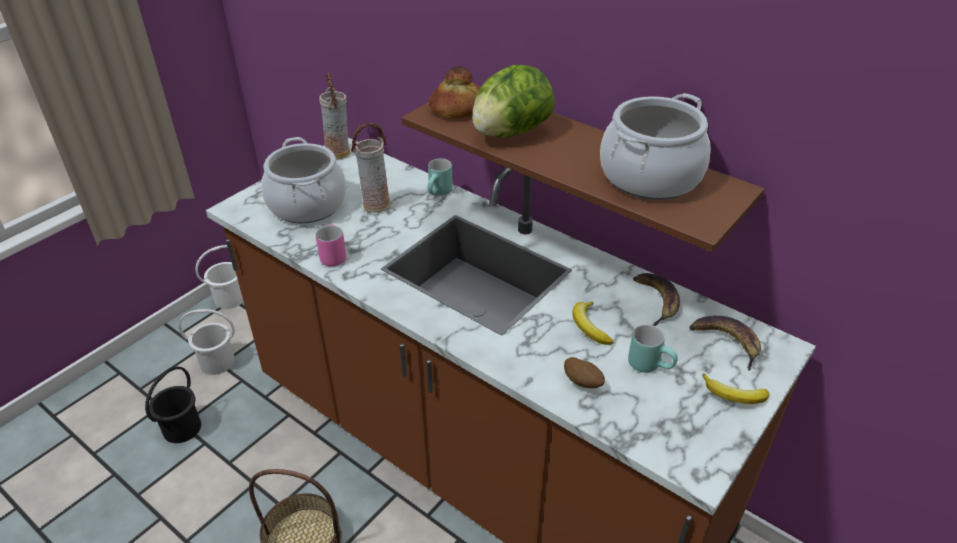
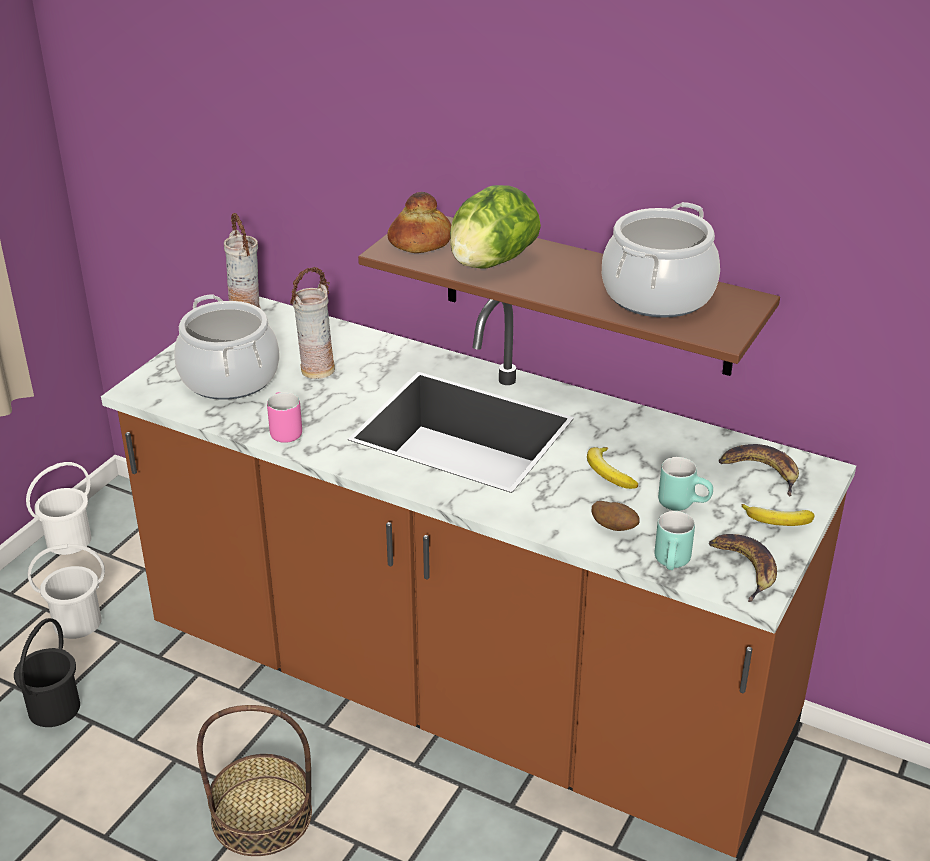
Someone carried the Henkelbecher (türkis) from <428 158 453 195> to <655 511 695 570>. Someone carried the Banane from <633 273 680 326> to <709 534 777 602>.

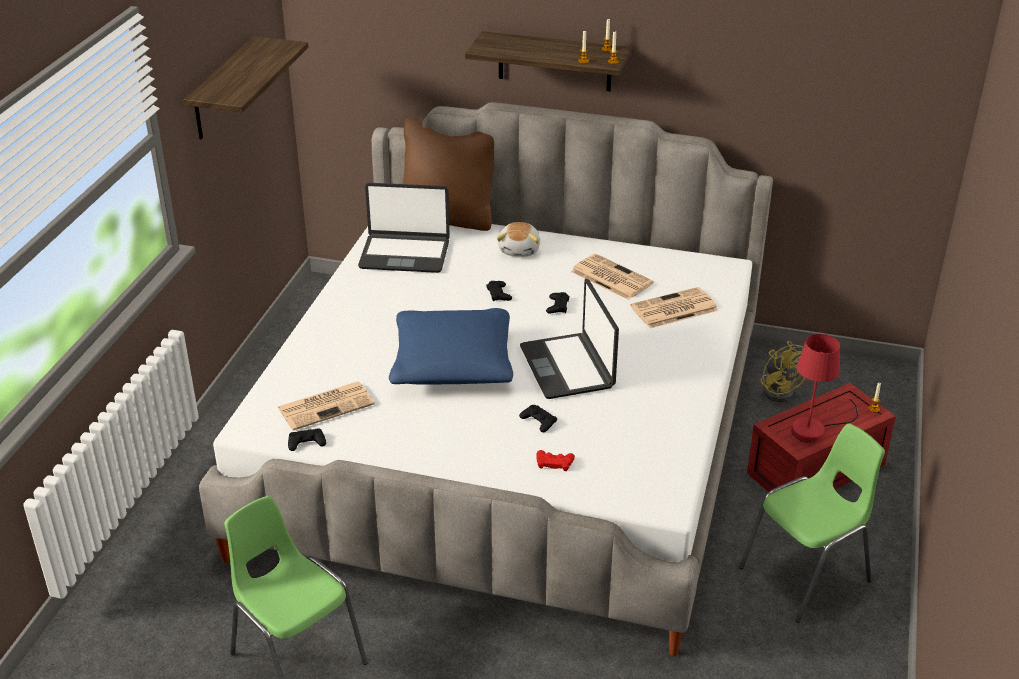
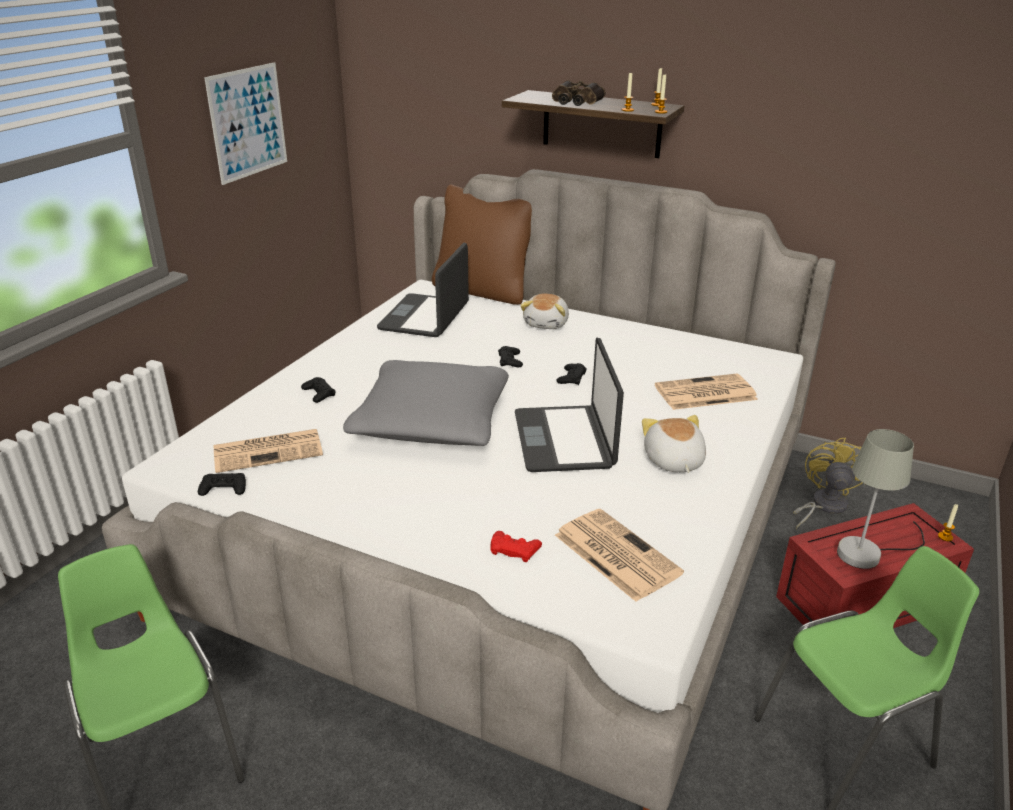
Someone swapped the Wandregal at <183 36 309 139> for the Bild at <204 62 287 185>. Someone carried the Gamepad (schwarz) from <519 405 557 432> to <301 377 336 403>. Someone repainted the Kissen (blau) at <389 308 513 385>, which became the Kissen (grau) at <343 360 509 446>. Someone rotated the Laptop at <358 183 450 273> by 90 degrees clockwise. Someone put down the Fernglas at <552 80 606 106>. Someone carried the Zeitung from <571 254 654 300> to <555 509 684 602>. Someone put down the Plüschtier at <642 415 706 473>. Someone rotated the Ventilator (gelb) at <760 341 806 402> by 150 degrees counterclockwise. Someone repainted the Tischlampe (rot) at <791 334 858 443>, which became the Tischlampe (grau) at <837 429 925 569>.

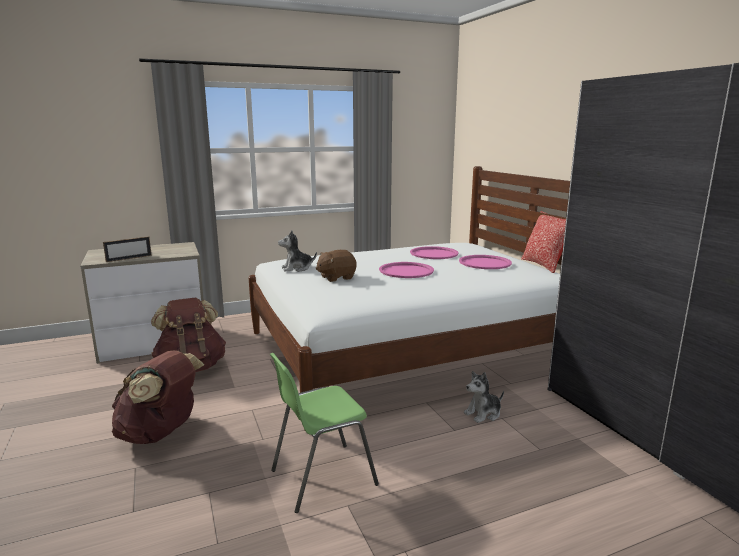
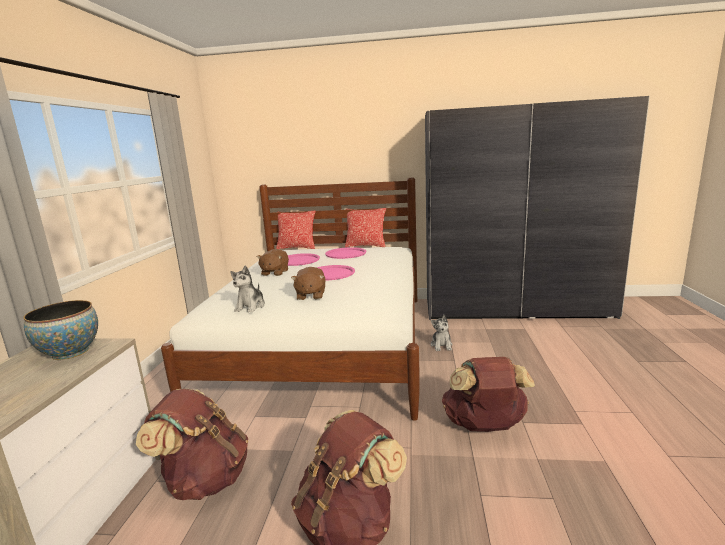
Someone put down the Schüssel at <23 300 98 360>. Someone put down the Plüschtier (braun) at <257 249 289 276>. Someone put down the Kissen at <276 210 316 249>. Someone swapped the Stuhl (grün) at <270 353 379 513> for the Rucksack (braun) at <442 357 535 432>. Someone took away the Bilderrahmen at <103 236 152 262>.

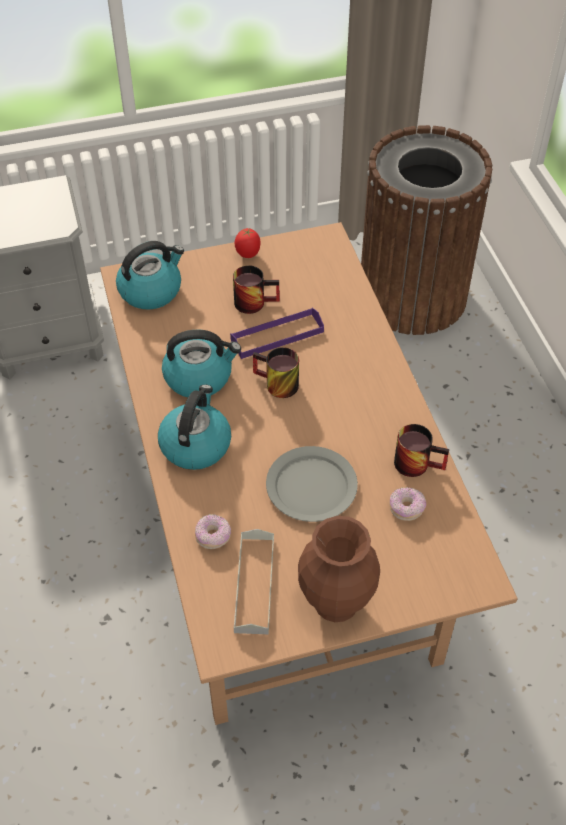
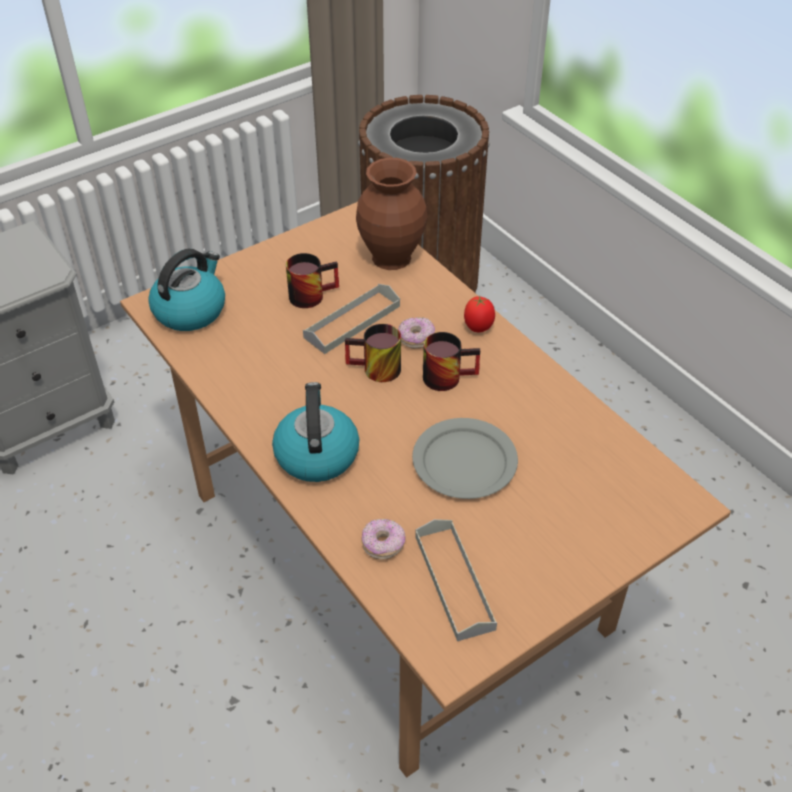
Someone repainted the Tablett (lila) at <230 307 324 359>, which became the Tablett (grau) at <303 284 400 354>. Someone carried the Vase (braun) from <298 516 380 622> to <356 158 427 270>. Someone carried the Donut from <389 487 426 521> to <398 317 435 349>. Someone carried the Henkelbecher from <394 424 449 477> to <423 332 480 391>. Someone carried the Tomate from <235 228 261 258> to <464 296 495 332>. Someone took away the Wasserkessel at <162 330 241 397>.

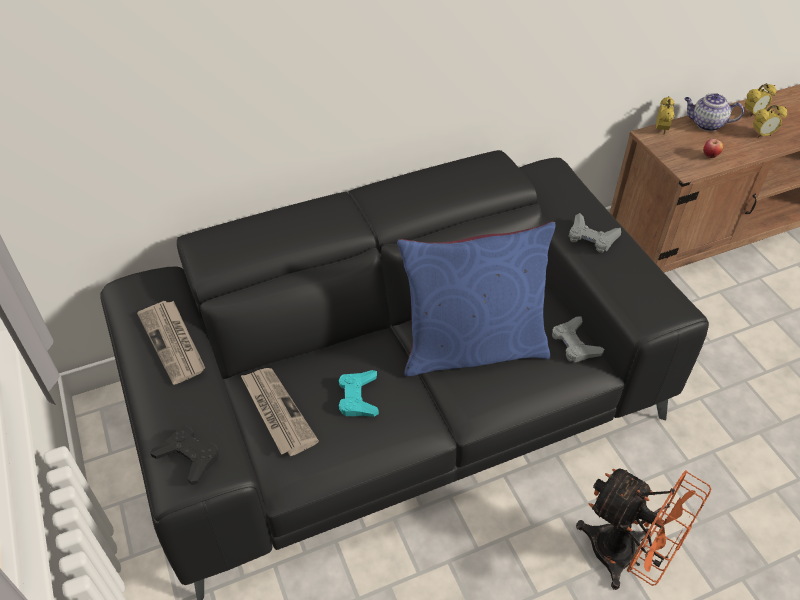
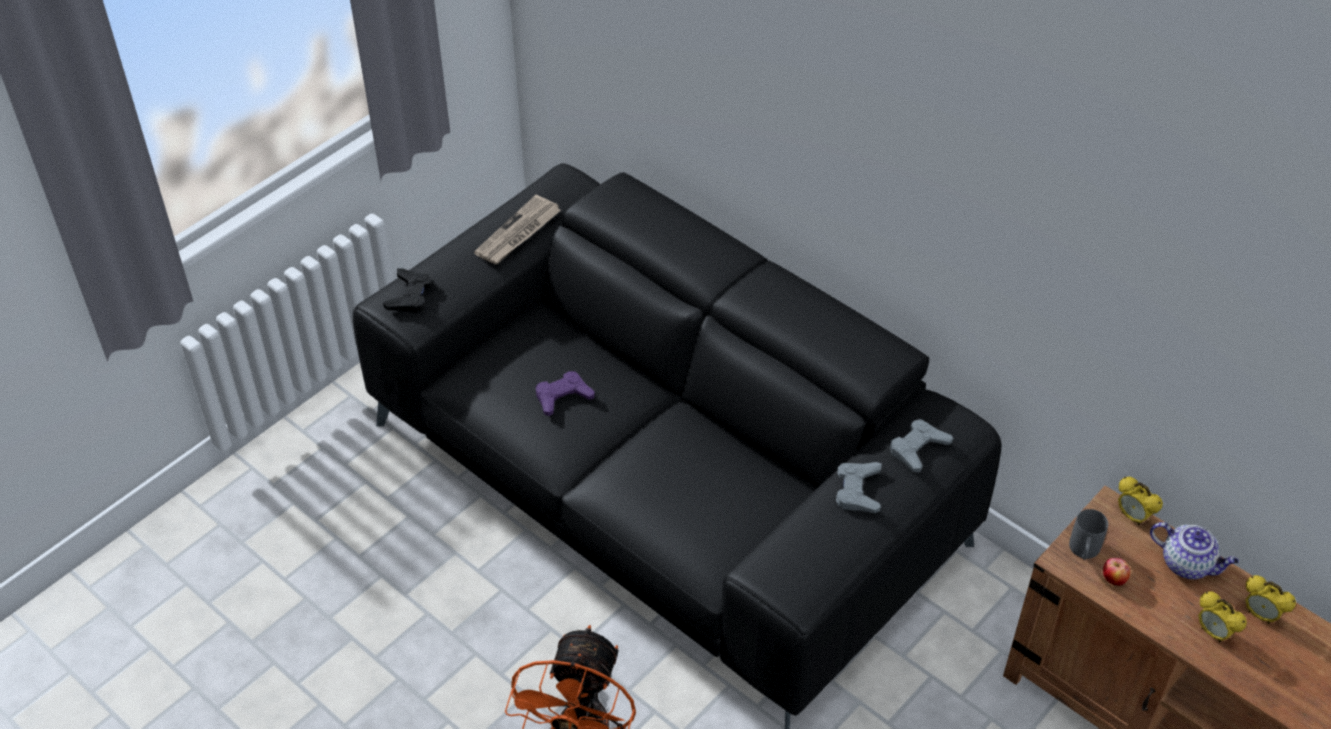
Someone repainted the Gamepad (türkis) at <339 370 379 417>, which became the Gamepad (lila) at <536 371 595 416>. Someone carried the Gamepad (grau) from <552 316 604 362> to <890 419 953 473>. Someone put down the Henkelbecher (grau) at <1069 509 1108 560>. Someone rotated the Wecker at <656 96 675 135> by 60 degrees clockwise. Someone rotated the Teekanne at <684 93 744 131> by 135 degrees clockwise. Someone took away the Zeitung at <240 368 319 456>. Someone took away the Kissen (blau) at <397 221 556 377>.

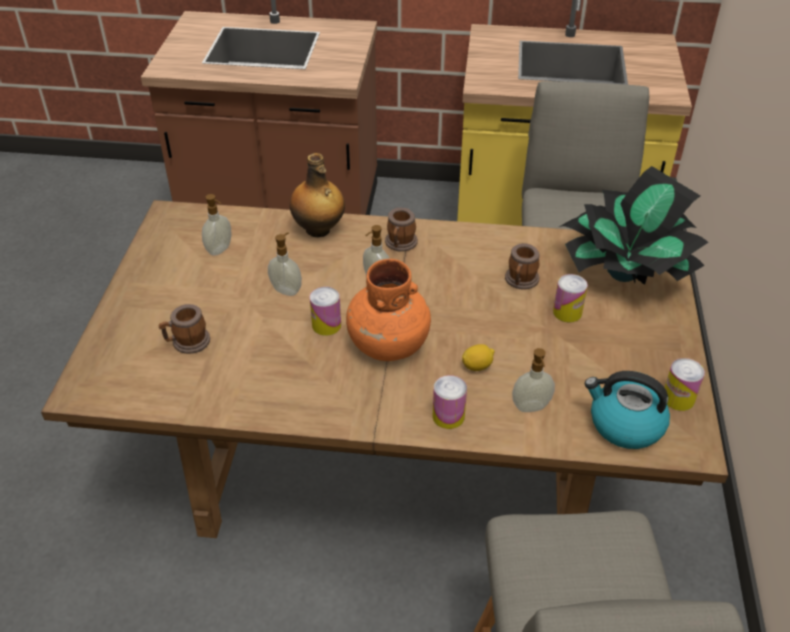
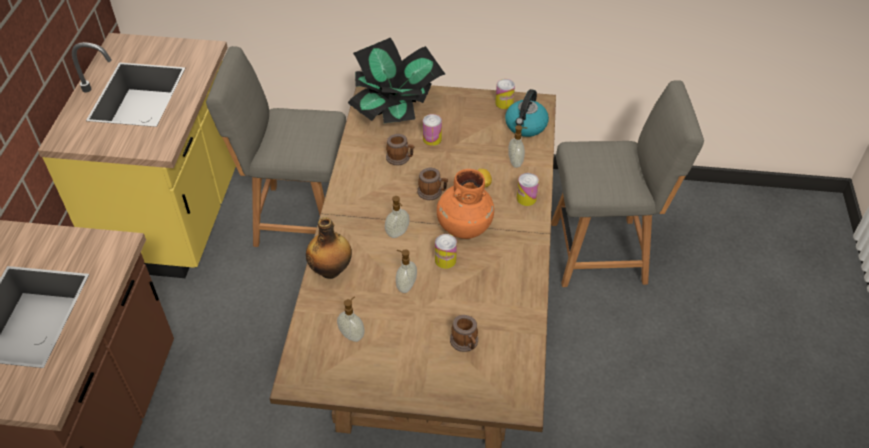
Someone carried the Henkelbecher from <385 208 418 252> to <417 168 448 200>.

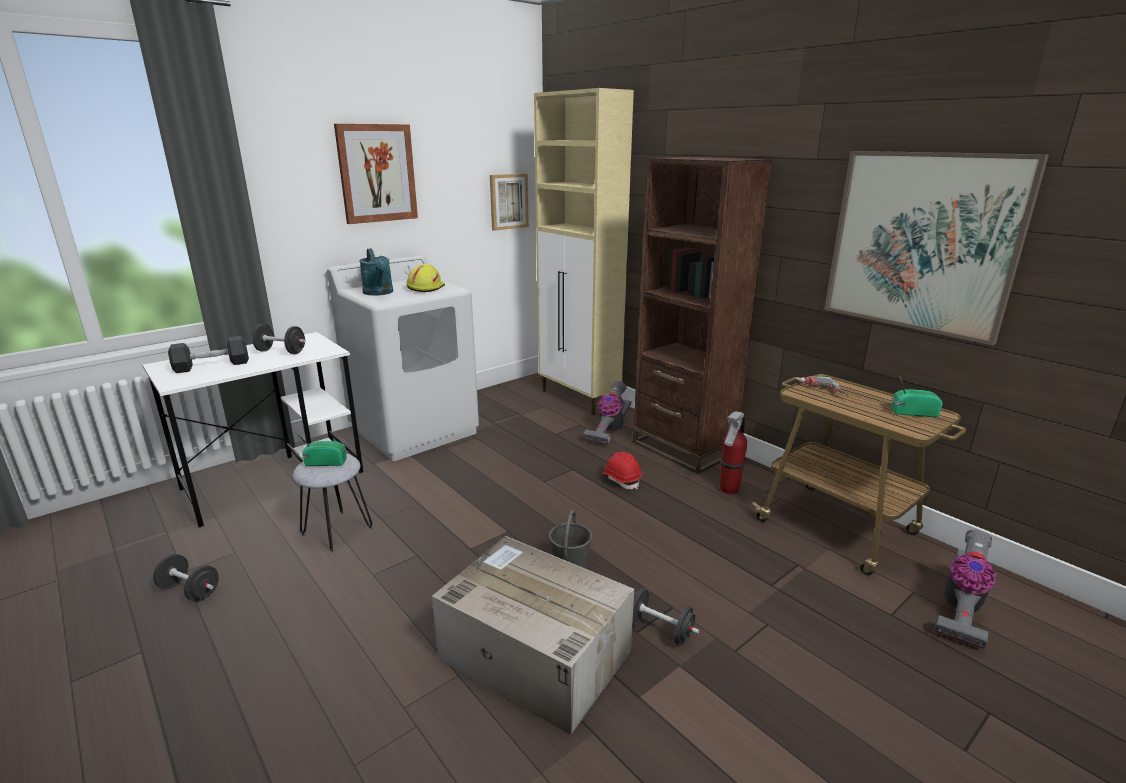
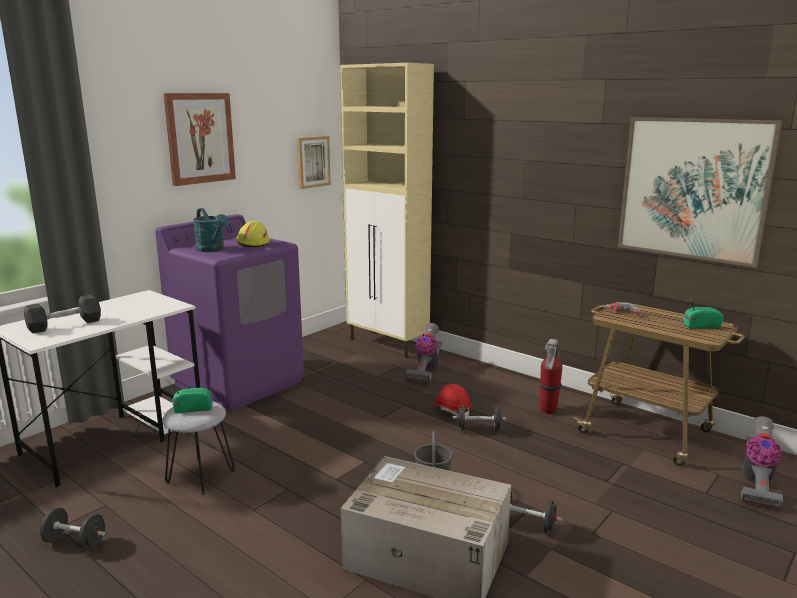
Someone repainted the Waschmaschine (weiß) at <327 256 479 461>, which became the Waschmaschine (lila) at <155 214 304 412>. Someone carried the Hantel (schwarz) from <252 324 306 354> to <452 405 506 431>. Someone took away the Bücherregal (braun) at <633 157 772 474>.

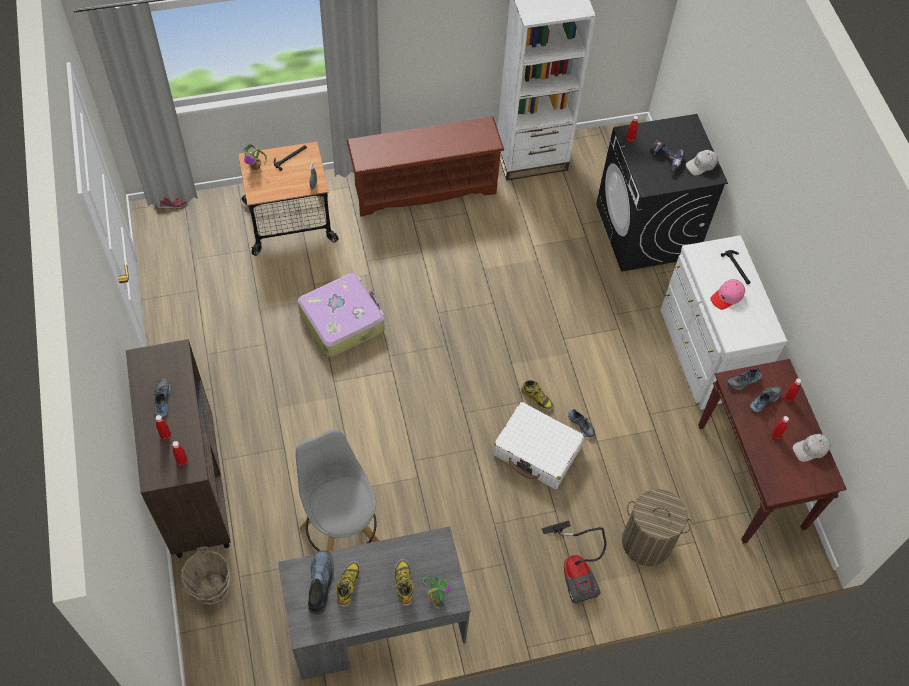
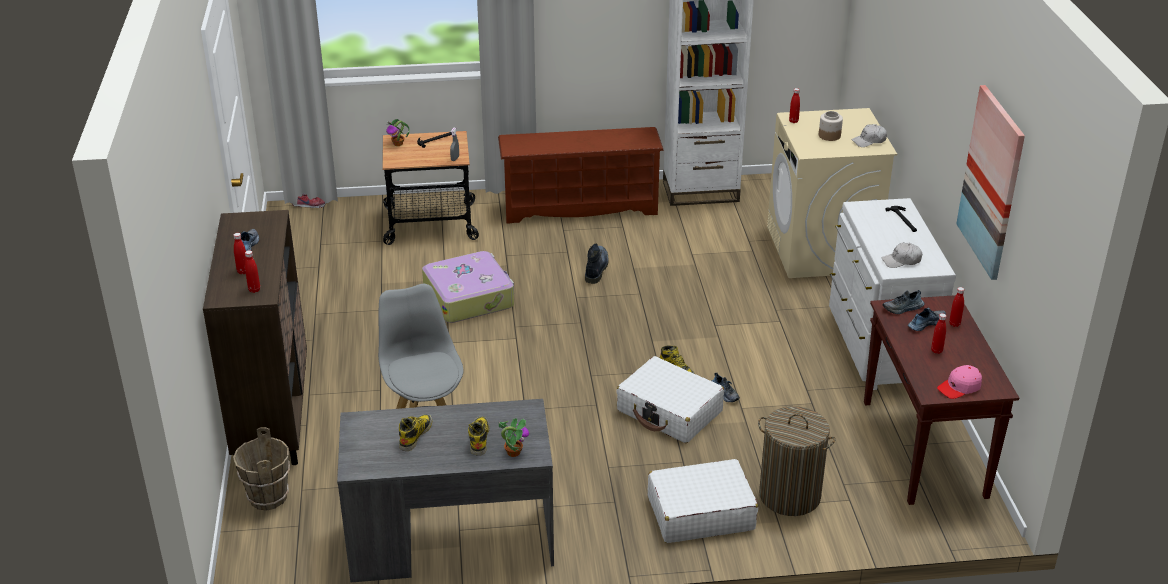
Someone carried the Stiefel from <308 550 334 615> to <585 244 608 284>. Someone swapped the Staubsauger at <542 520 607 604> for the Koffer (weiß) at <648 459 758 543>. Someone repainted the Waschmaschine (schwarz) at <596 114 728 272>, which became the Waschmaschine (beige) at <767 108 897 278>. Someone swapped the Bohrmaschine at <650 140 685 173> for the Vorratsglas at <819 111 843 141>. Someone carried the Kappe (weiß) from <793 434 831 462> to <882 243 922 268>. Someone carried the Kappe (rosa) from <710 279 745 310> to <937 365 982 399>. Someone put up the Bild at <956 85 1025 280>.

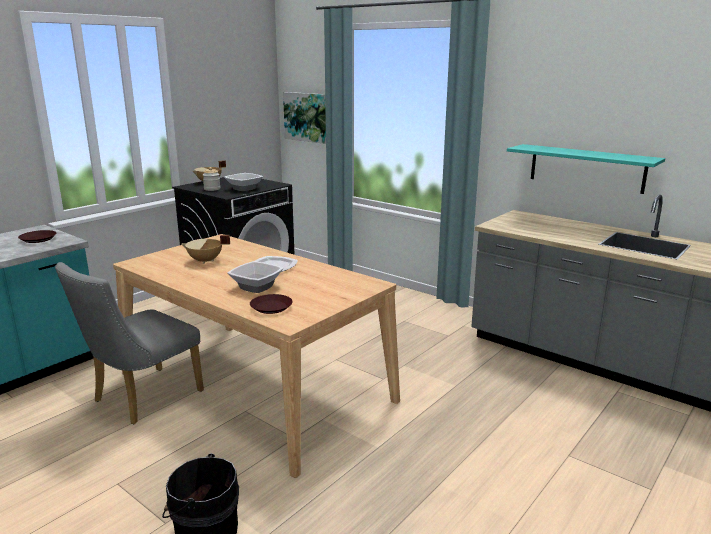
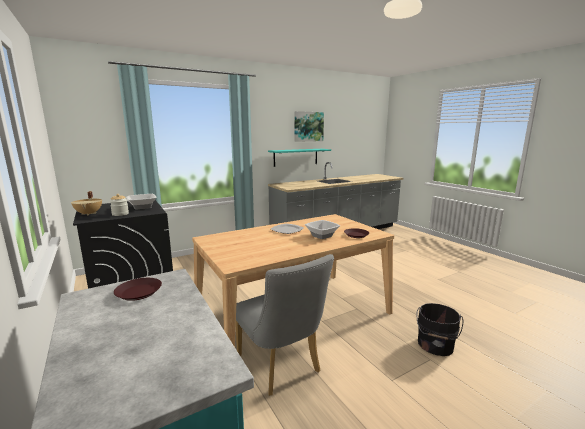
Someone carried the Bild from <283 92 326 144> to <294 111 324 142>. Someone took away the Kochtopf (beige) at <181 235 230 264>.

